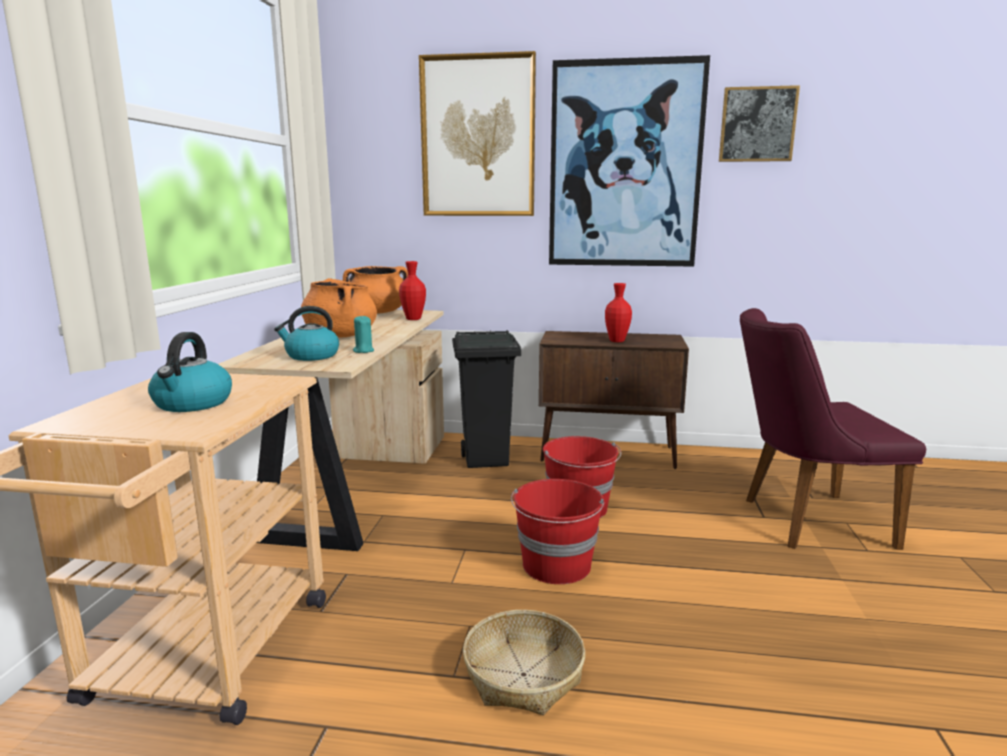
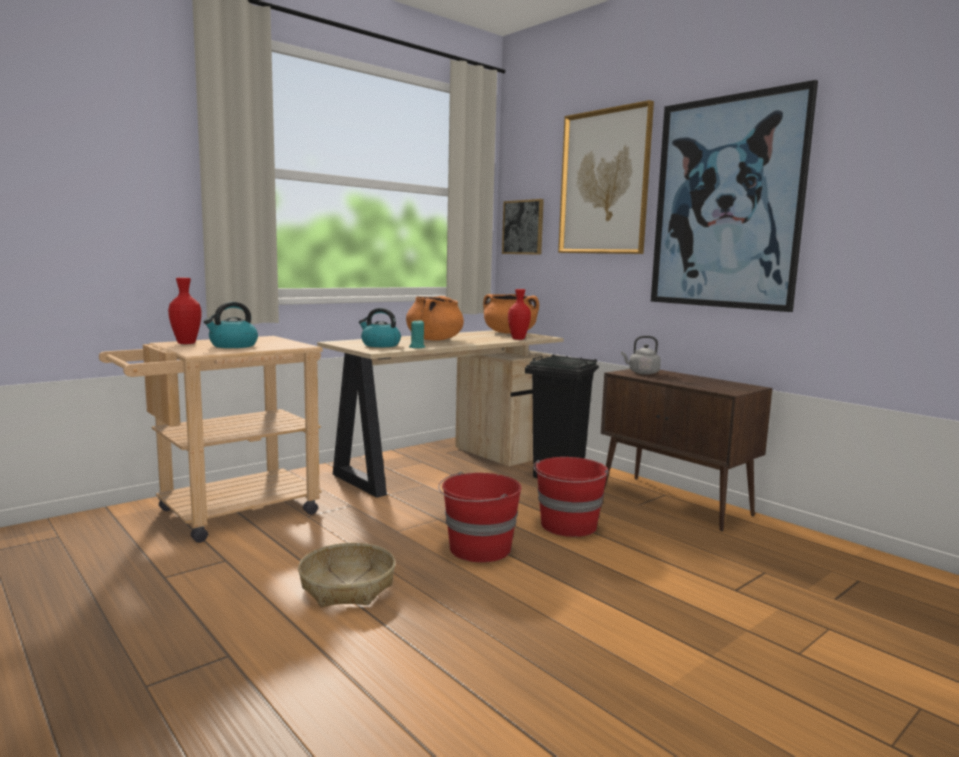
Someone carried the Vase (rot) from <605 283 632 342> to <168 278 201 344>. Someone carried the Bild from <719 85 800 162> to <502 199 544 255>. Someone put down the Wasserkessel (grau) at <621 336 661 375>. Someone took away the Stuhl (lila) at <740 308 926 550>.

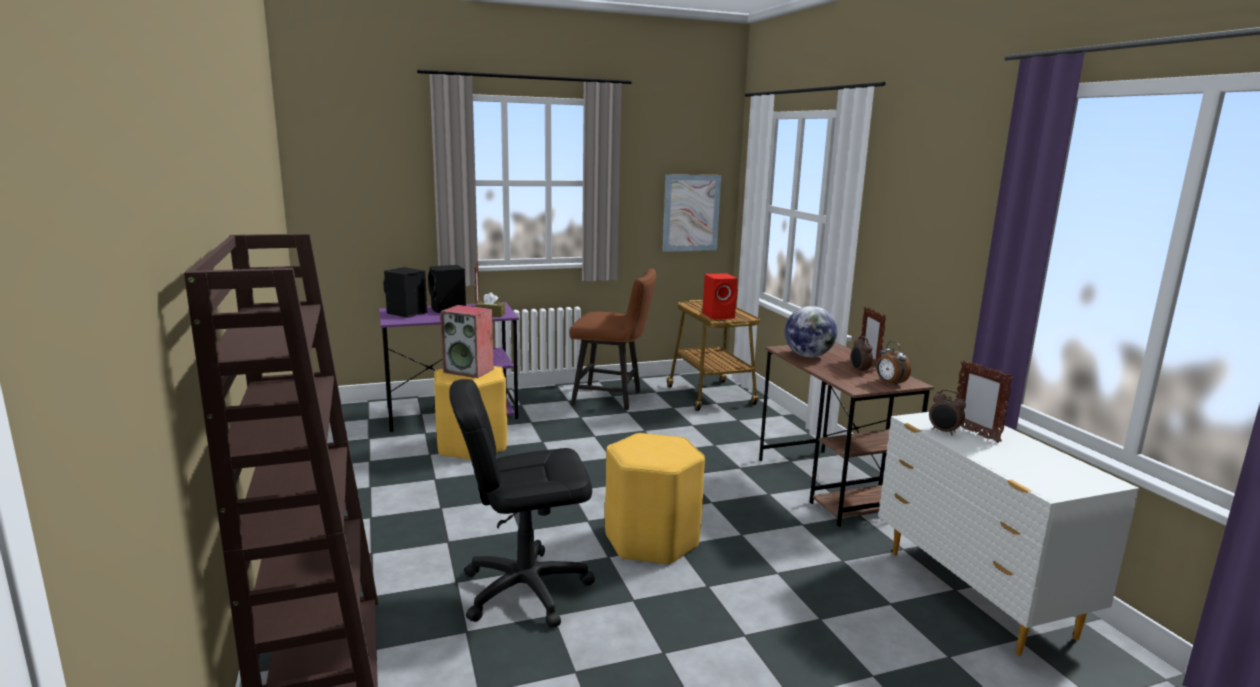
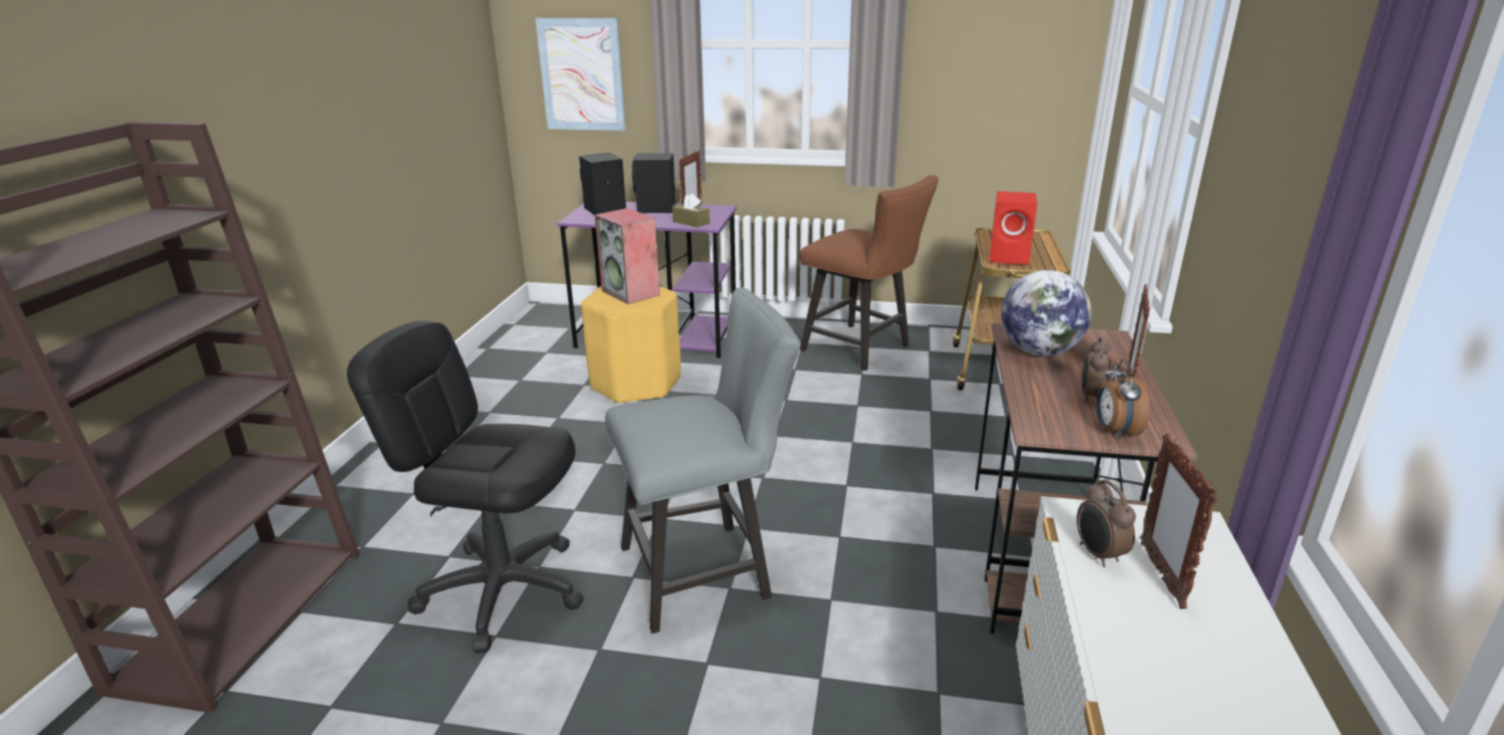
Someone carried the Bild from <663 174 721 252> to <535 18 626 131>. Someone swapped the Hocker (gelb) at <605 433 705 565> for the Stuhl (grau) at <605 287 801 634>.

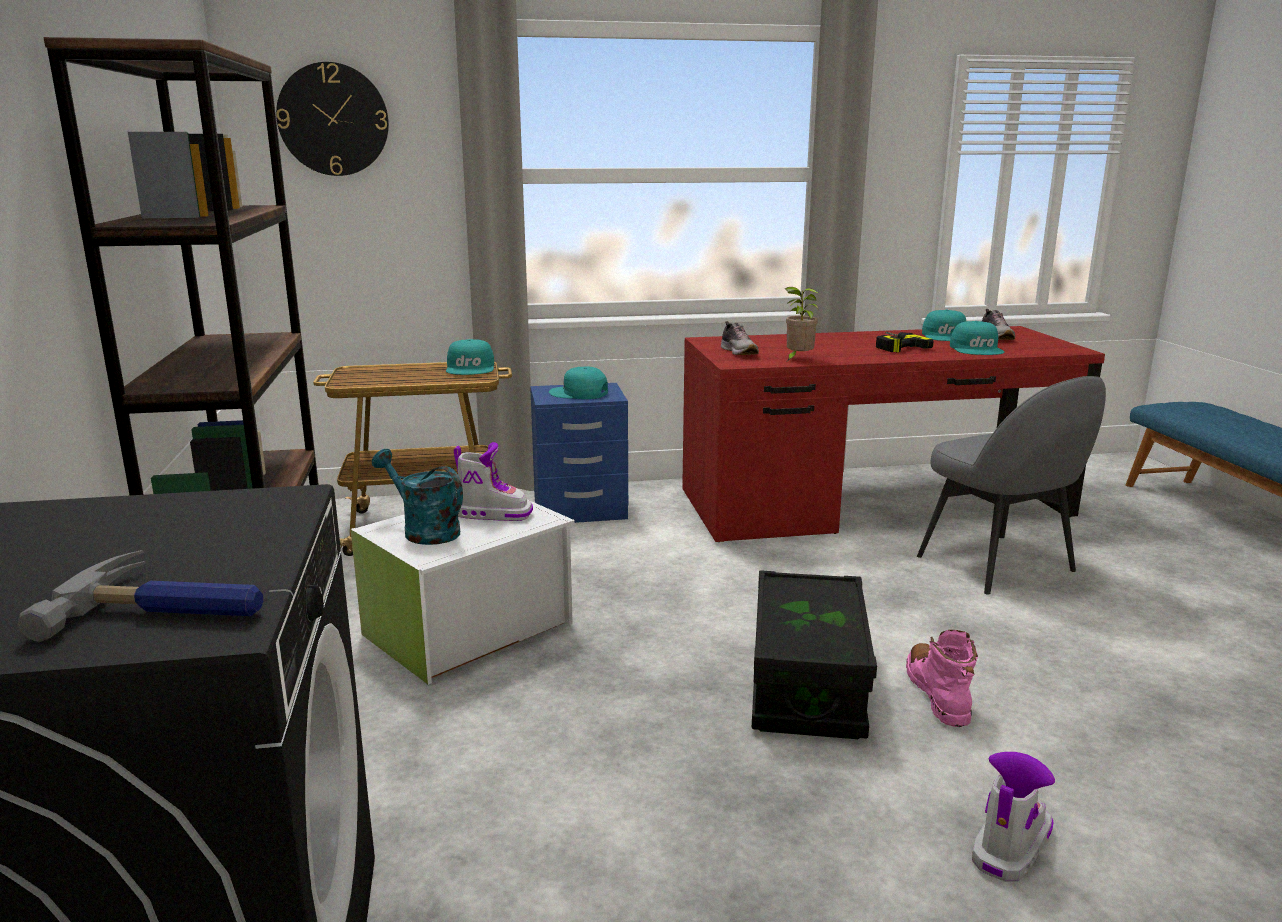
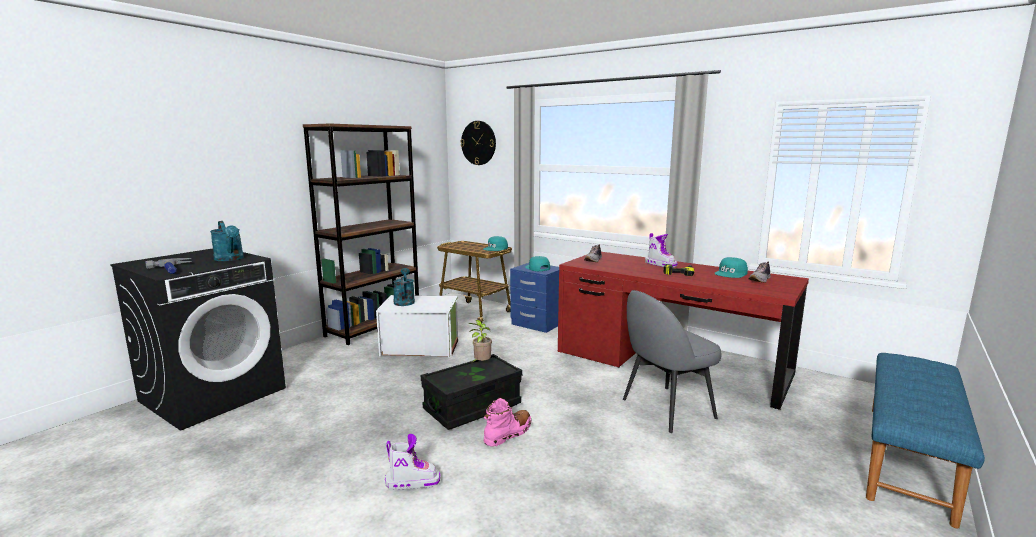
Someone put down the Gießkanne (türkis) at <210 221 244 261>. Someone carried the Topfpflanze from <785 287 819 361> to <468 320 492 364>. Someone rotated the Stuhl (grau) at <917 376 1106 595> by 45 degrees clockwise. Someone carried the Stiefel from <454 442 533 521> to <645 233 678 268>. Someone took away the Kappe (türkis) at <950 321 1004 355>.

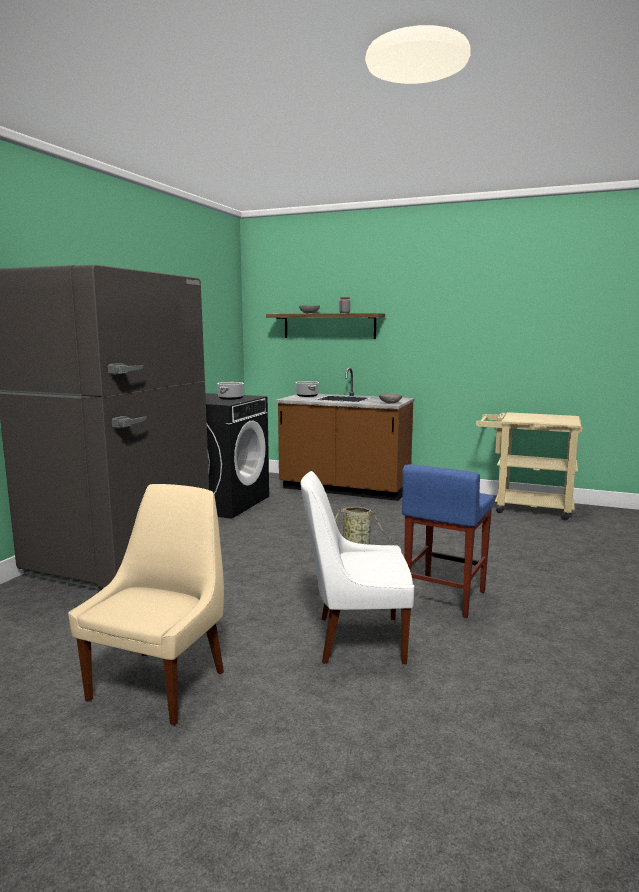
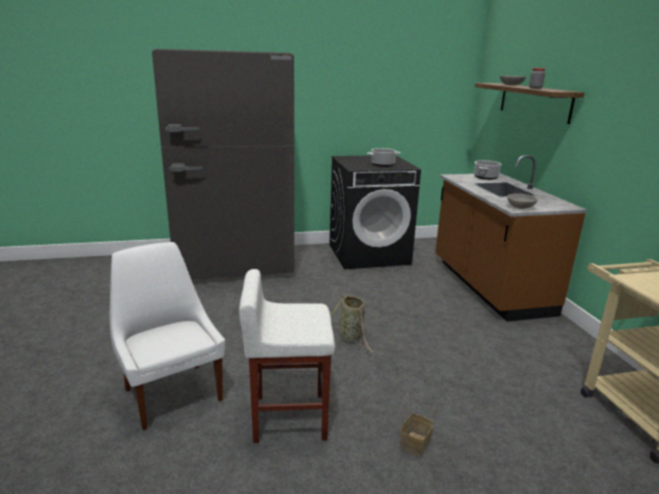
Someone repainted the Hocker (blau) at <402 464 494 618>, which became the Hocker (weiß) at <239 269 335 443>. Someone put down the Korb at <400 392 438 457>. Someone took away the Stuhl (beige) at <68 484 224 725>.

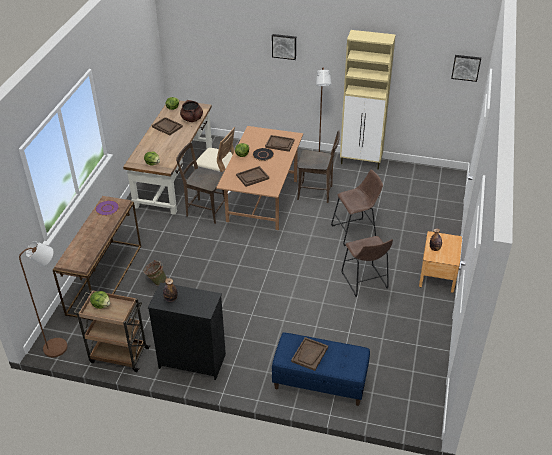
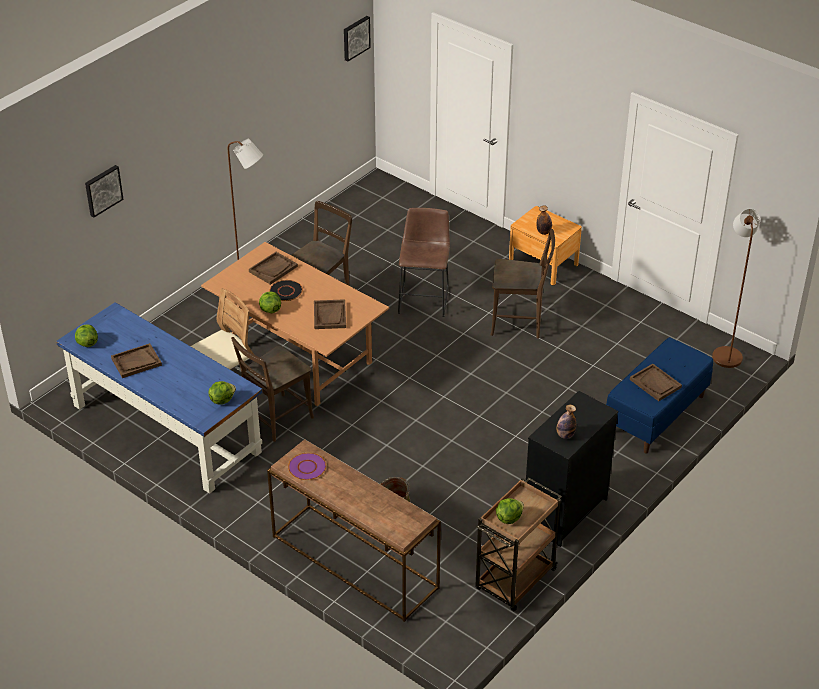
Someone repainted the Schreibtisch (braun) at <123 101 212 215>, which became the Schreibtisch (blau) at <56 302 263 494>. Someone carried the Bild from <272 34 296 60> to <85 165 123 218>. Someone swapped the Hocker (braun) at <341 236 393 297> for the Stuhl (braun) at <490 229 555 339>. Someone carried the Stehlampe (braun) from <19 241 68 357> to <712 209 761 368>. Someone took away the Kochtopf (braun) at <180 100 203 122>. Someone took away the Schrank (beige) at <340 30 396 169>.

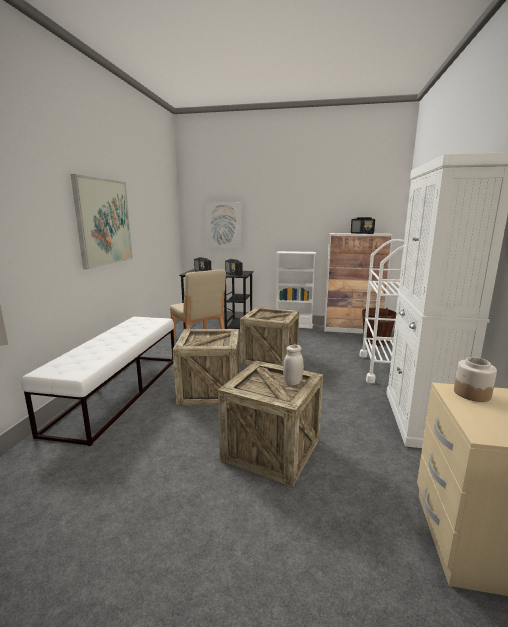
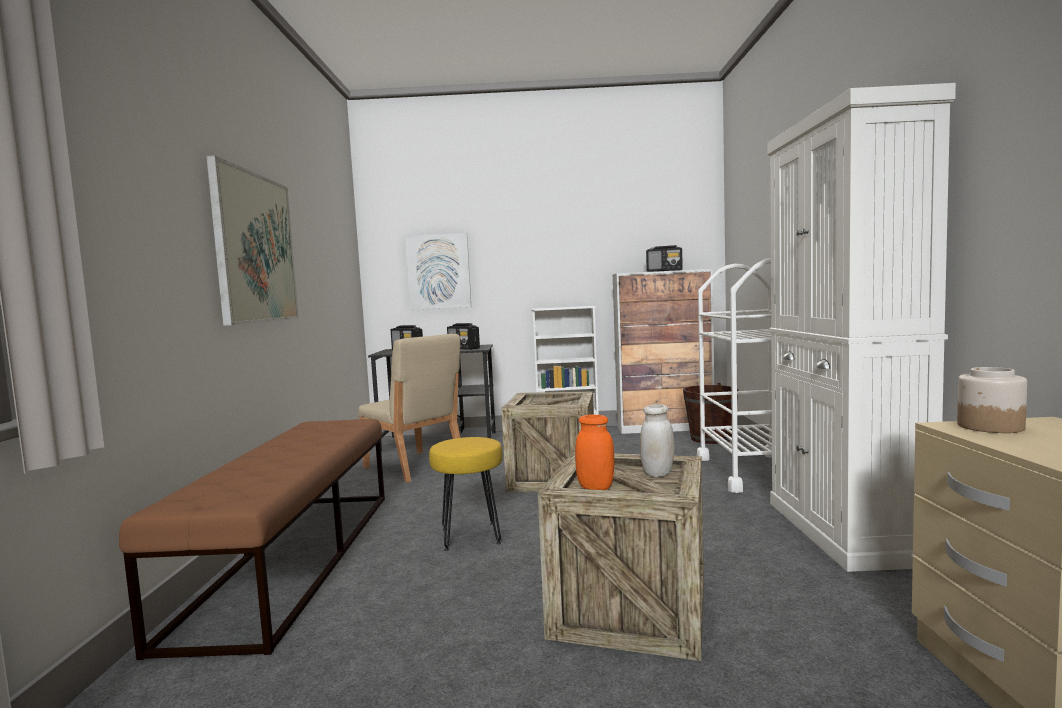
Someone repainted the Bank (weiß) at <21 317 174 446>, which became the Bank (braun) at <119 419 385 660>. Someone swapped the Kiste at <173 329 239 406> for the Hocker (gelb) at <429 437 502 551>. Someone put down the Vorratsglas (orange) at <575 414 615 490>.

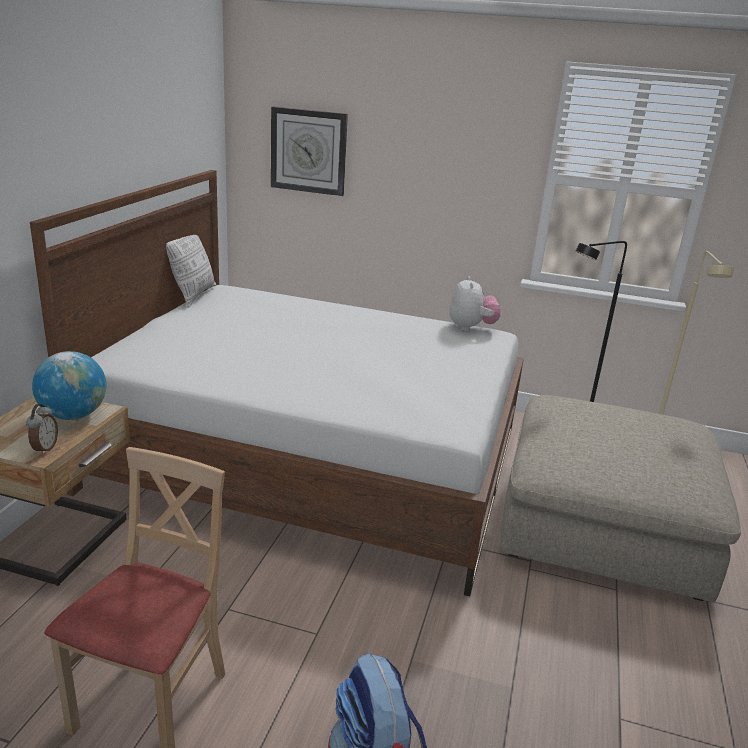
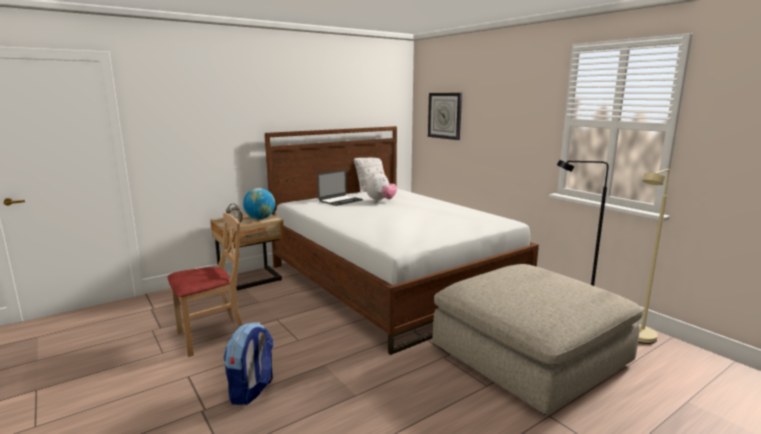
Someone put down the Laptop at <317 170 363 206>. Someone carried the Plüschtier from <450 276 501 331> to <366 171 397 202>.

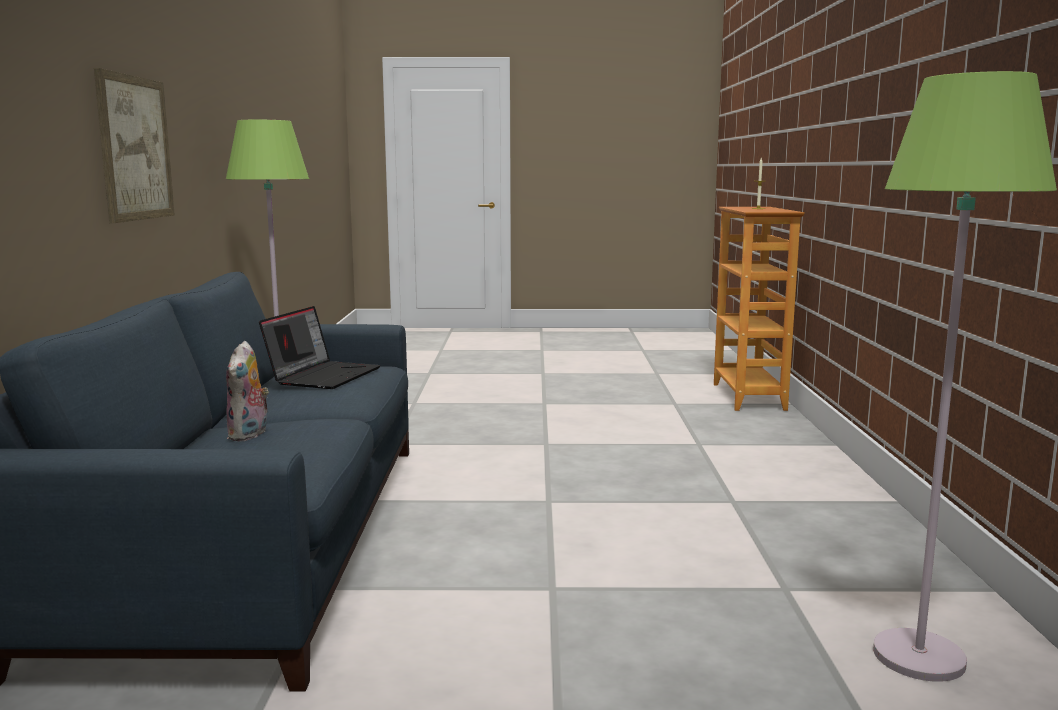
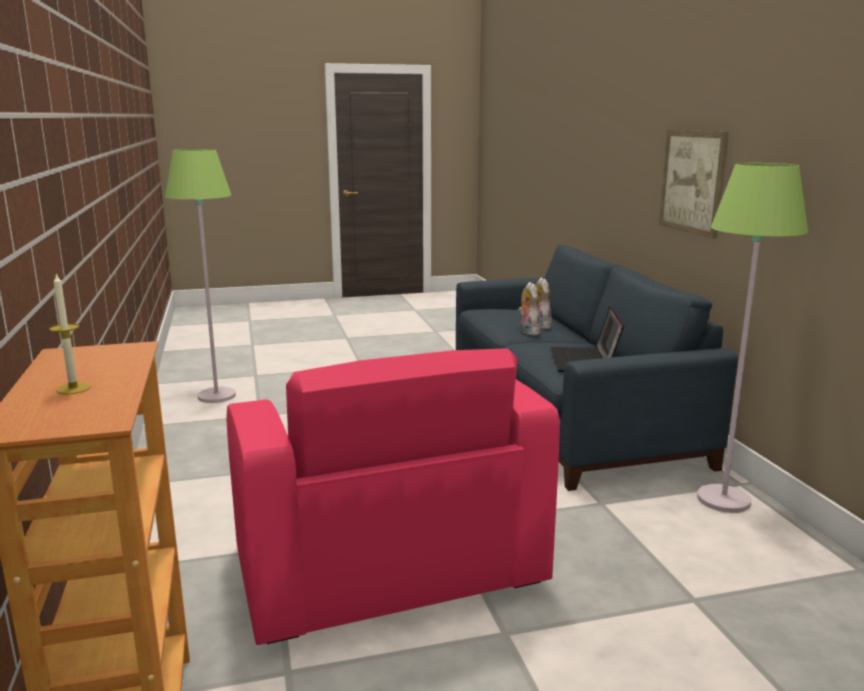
Someone put down the Sessel (rosa) at <227 348 560 645>. Someone put down the Plüschtier at <518 282 541 335>.

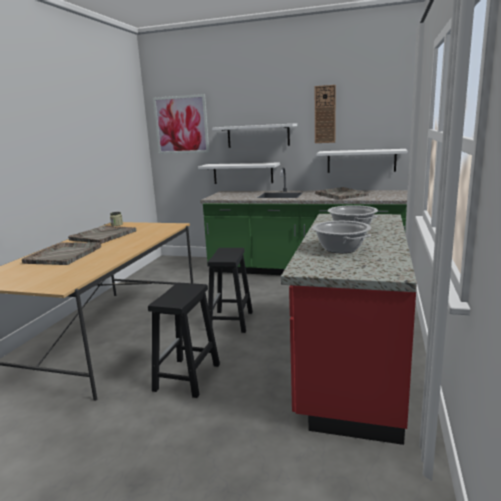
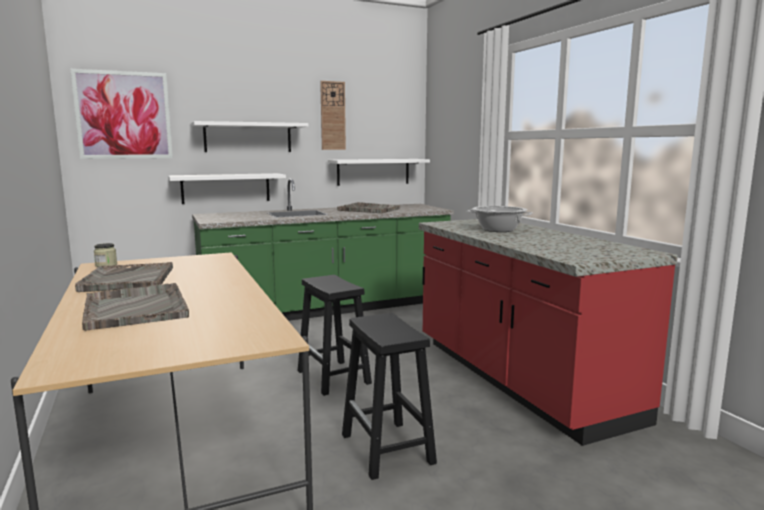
Someone took away the Kochtopf at <312 221 371 253>.

